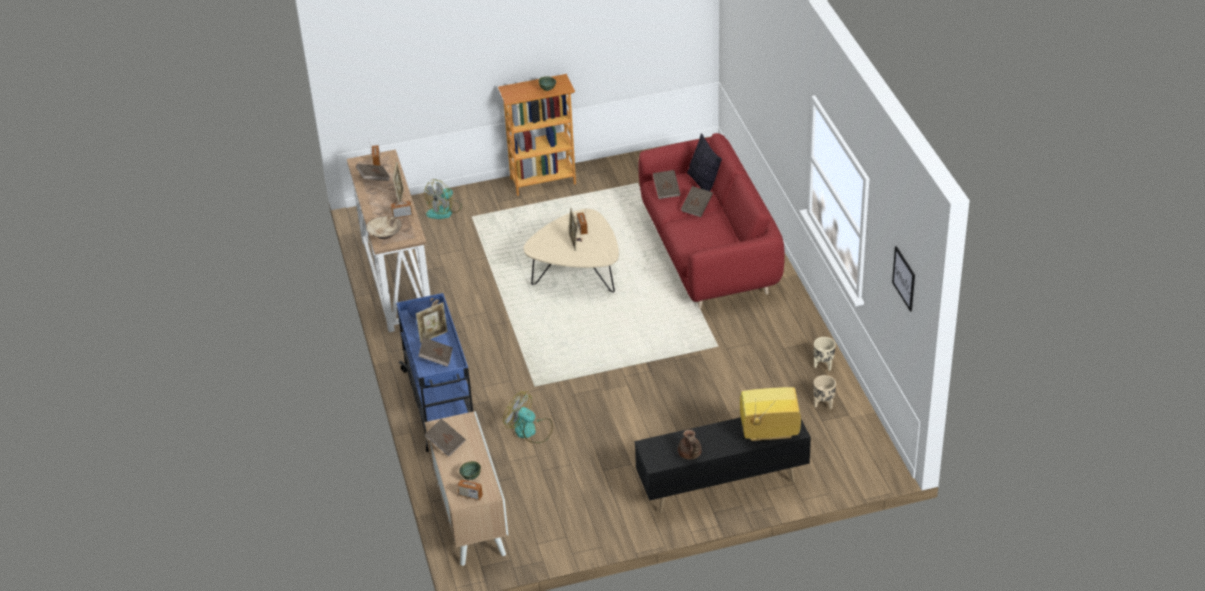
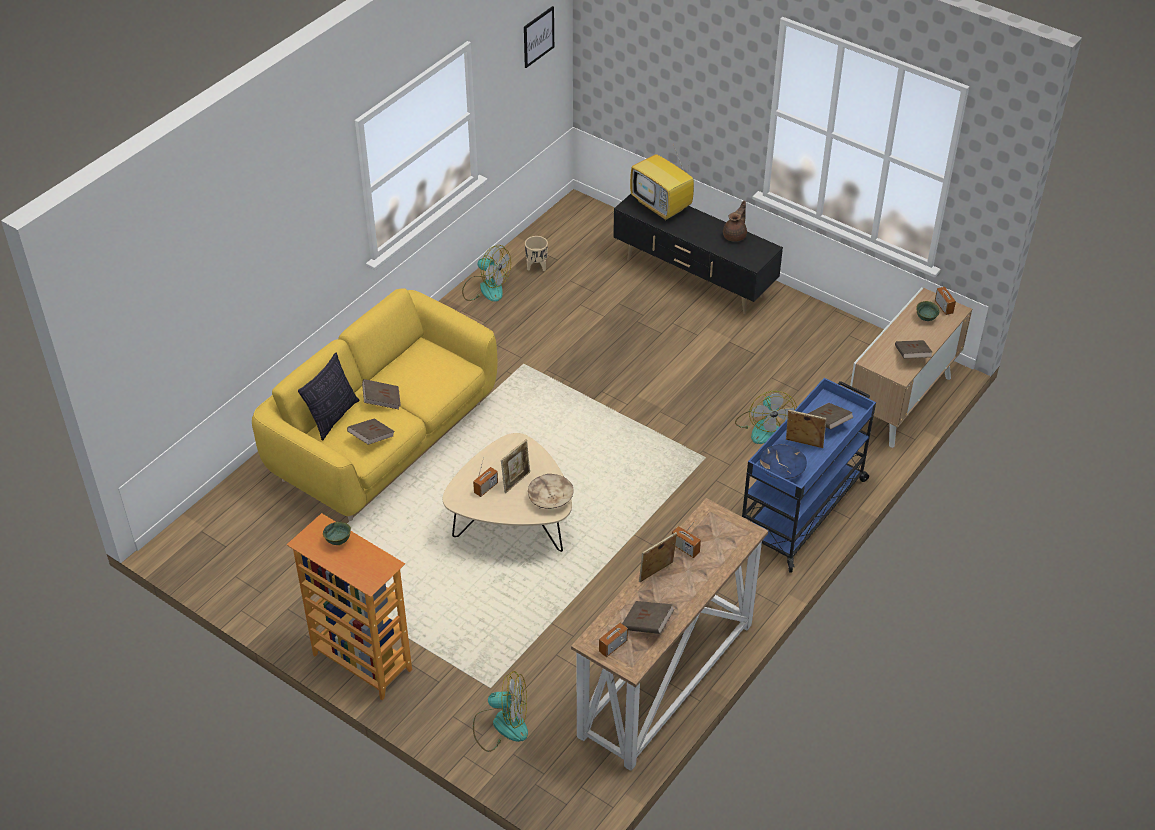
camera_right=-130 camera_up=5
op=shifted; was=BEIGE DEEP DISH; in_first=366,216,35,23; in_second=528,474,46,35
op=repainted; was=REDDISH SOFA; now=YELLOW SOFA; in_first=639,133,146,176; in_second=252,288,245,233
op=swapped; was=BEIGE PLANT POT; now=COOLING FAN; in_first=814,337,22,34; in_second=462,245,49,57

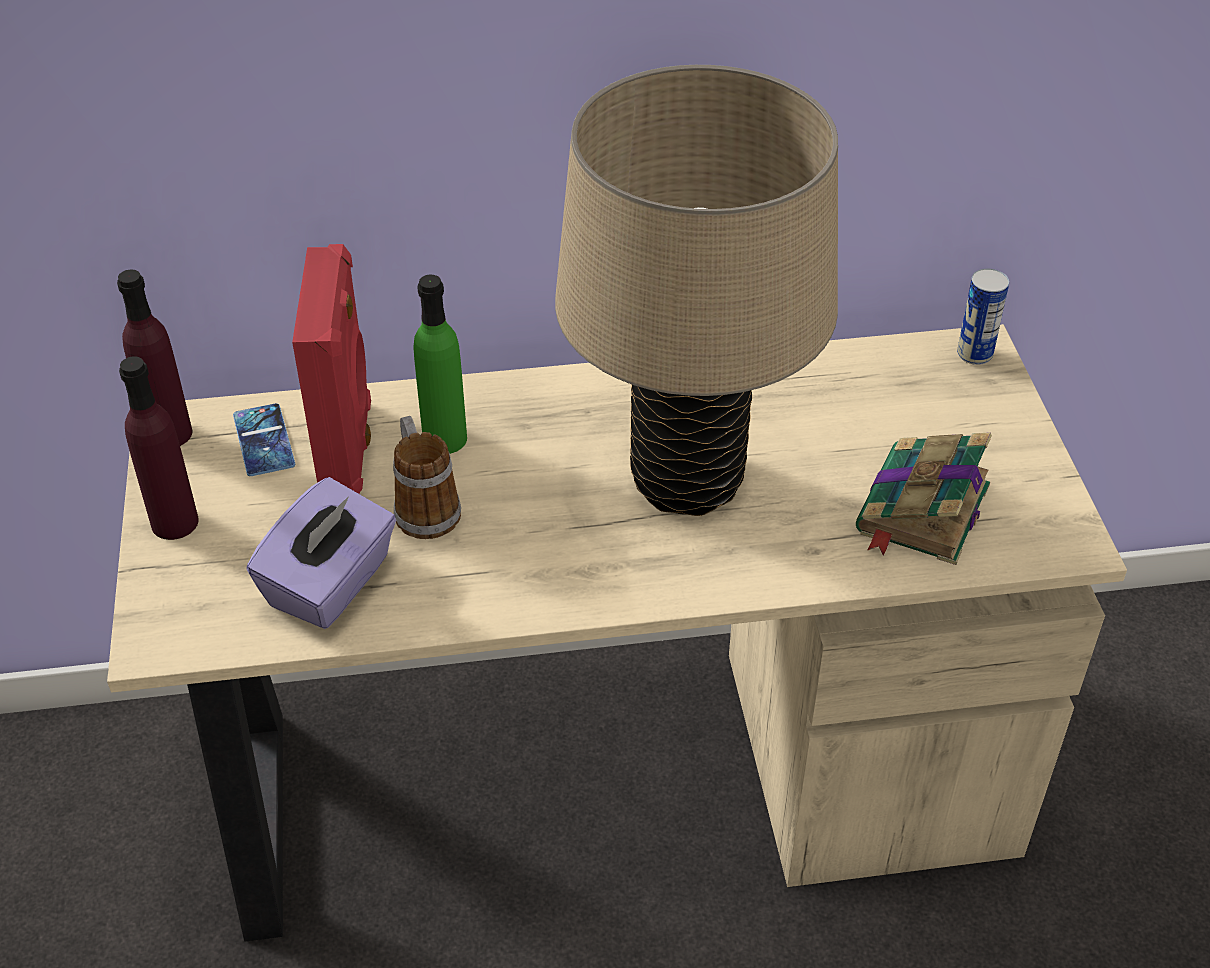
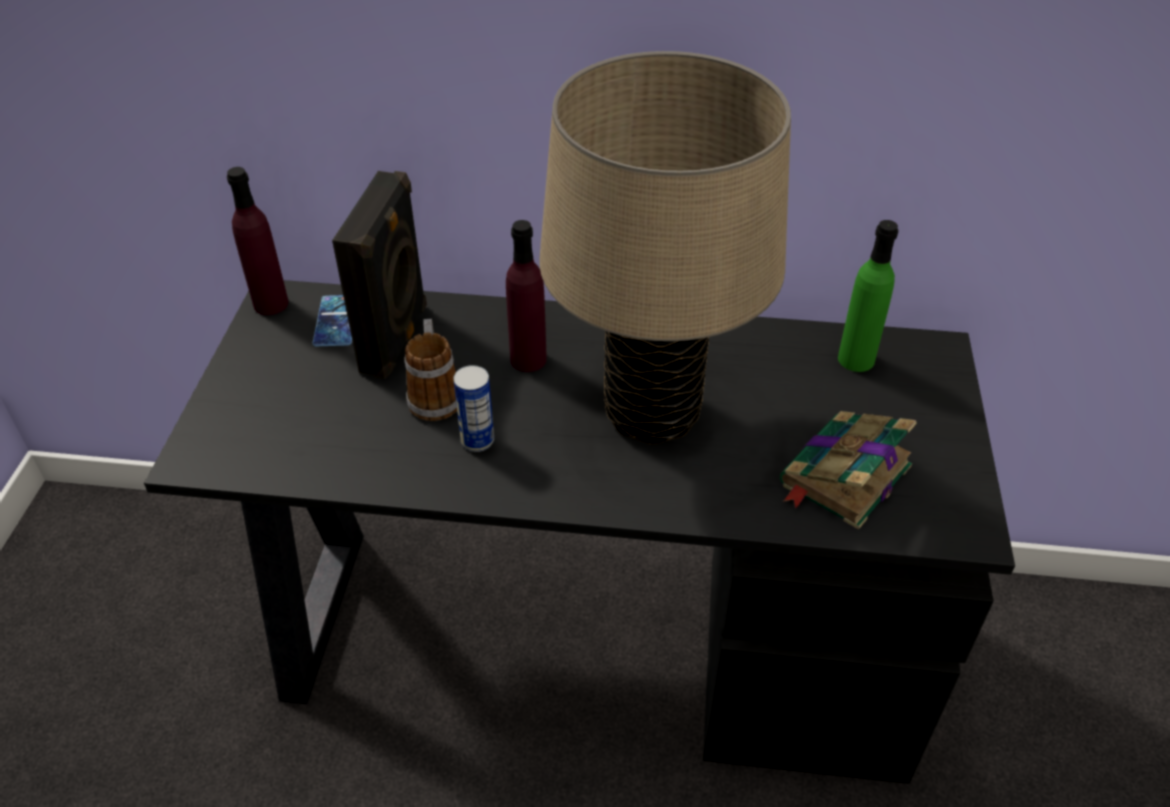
camera_right=15 camera_up=0
op=repainted; was=BEIGE DESK TABLE; now=BLACK-COLOURED DESK TABLE; in_first=107,324,1020,617; in_second=144,280,871,504
op=shifted; was=PURPLE-COLOURED DRINK BOTTLE; in_first=119,356,80,184; in_second=506,220,41,152
op=gone; was=PURPLE-COLOURED BOX OF TISSUES; in_first=246,477,150,152
op=repainted; was=REDDISH LOUDSPEAKER; now=BLACK-COLOURED LOUDSPEAKER; in_first=292,244,79,250; in_second=332,171,95,208
op=shifted; was=GREEN-COLOURED DRINK BOTTLE; in_first=413,274,54,180; in_second=838,220,61,152
op=shifted; was=SEALED CAN; in_first=957,269,52,96; in_second=453,365,41,87

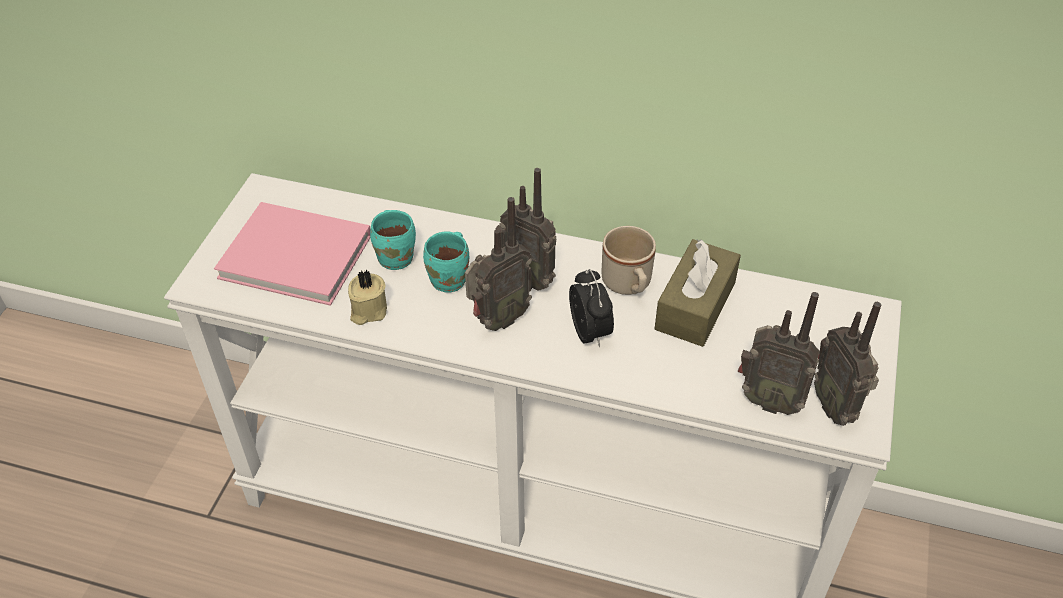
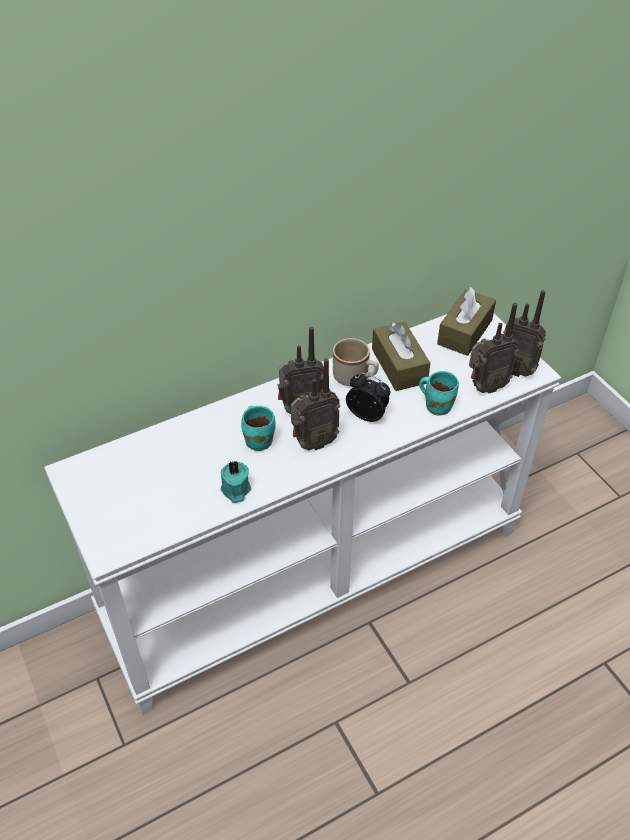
camera_right=-45 camera_up=0
op=gone; was=PINK BOOK; in_first=214,202,156,104
op=repainted; was=BEIGE WAX CANDLE; now=TURQUOISE WAX CANDLE; in_first=348,270,39,55; in_second=221,461,30,42
op=shifted; was=TURQUOISE COFFEE MUG; in_first=370,210,46,60; in_second=419,371,40,45
op=rotated; was=RADIO; in_first=465,197,67,134; in_second=291,358,49,92; clockwise=60
op=new; now=BROWNISH BOX OF TISSUES; in_second=437,287,59,69

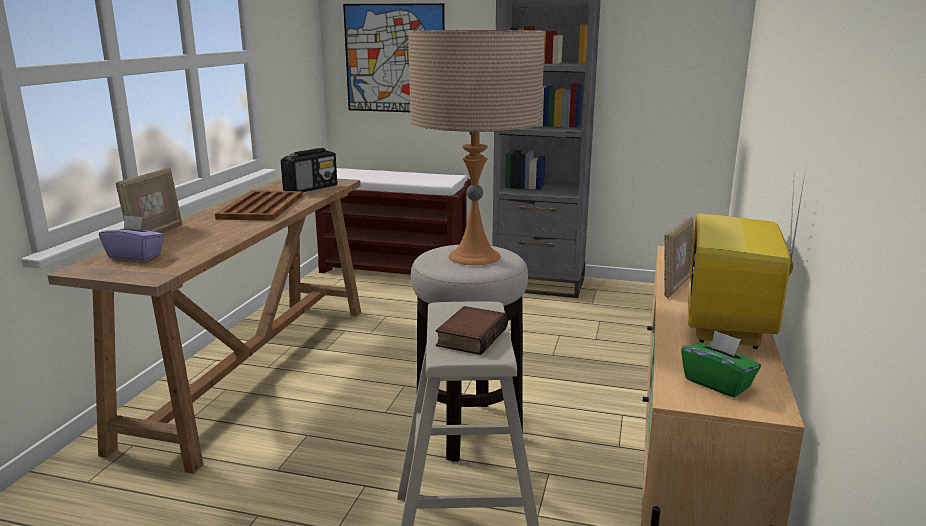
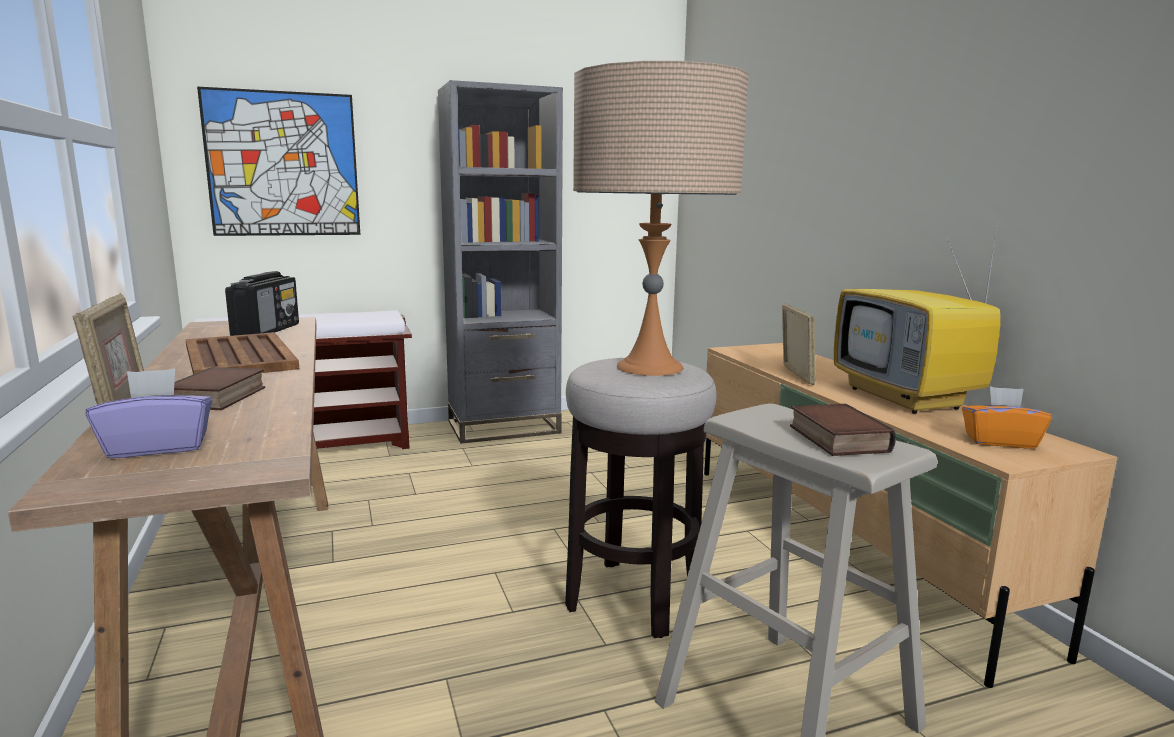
camera_right=-35 camera_up=-5
op=repainted; was=GREEN-COLOURED BOX OF TISSUES; now=ORANGE-COLOURED BOX OF TISSUES; in_first=681,330,80,68; in_second=962,386,90,62
op=new; now=BOOK; in_second=174,367,91,43

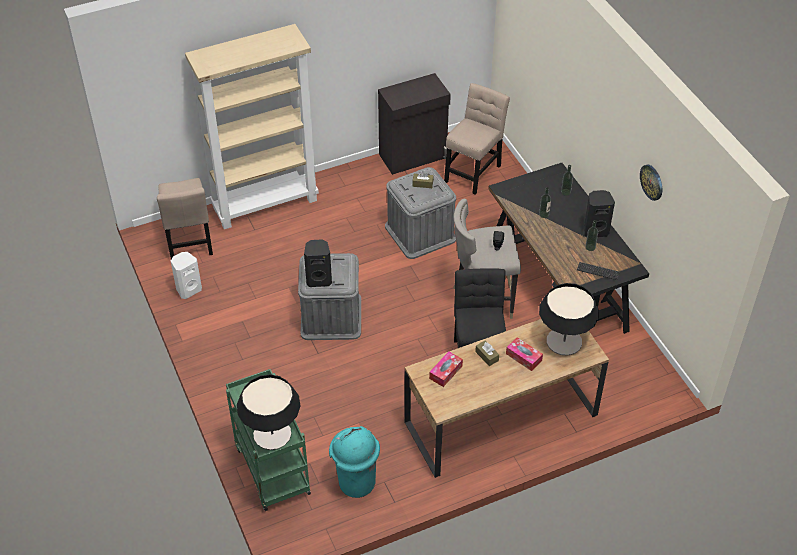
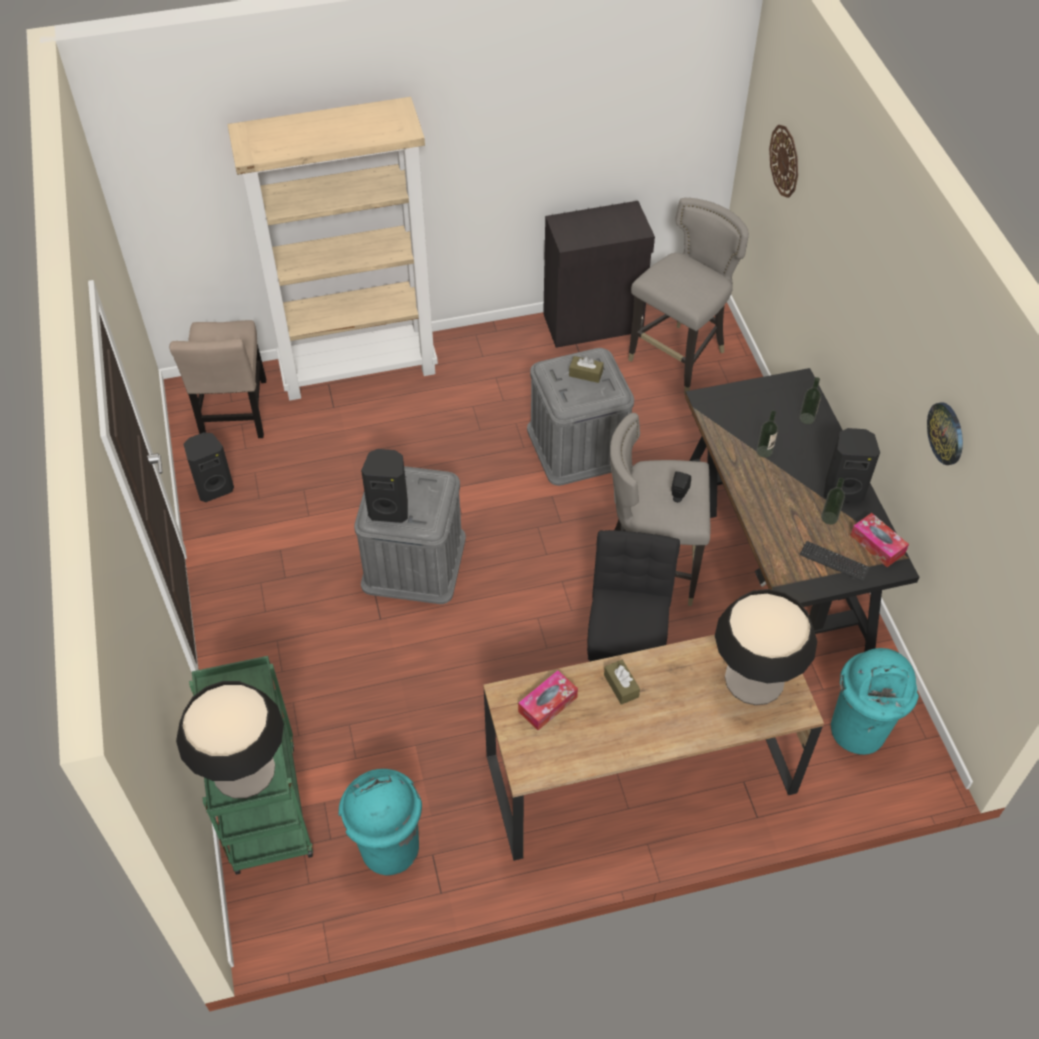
camera_right=10 camera_up=5
op=repainted; was=WHITE LOUDSPEAKER; now=BLACK-COLOURED LOUDSPEAKER; in_first=171,252,31,47; in_second=184,432,50,70
op=swapped; was=BEIGE CHAIR; now=GREYISH STOOL SEAT; in_first=444,83,66,111; in_second=628,198,121,196
op=shifted; was=BOX OF TISSUES; in_first=506,337,37,34; in_second=850,513,59,54
op=new; now=HANGING CLOCK; in_second=769,125,29,73
op=new; now=TURQUOISE TRASH CAN; in_second=831,648,88,107

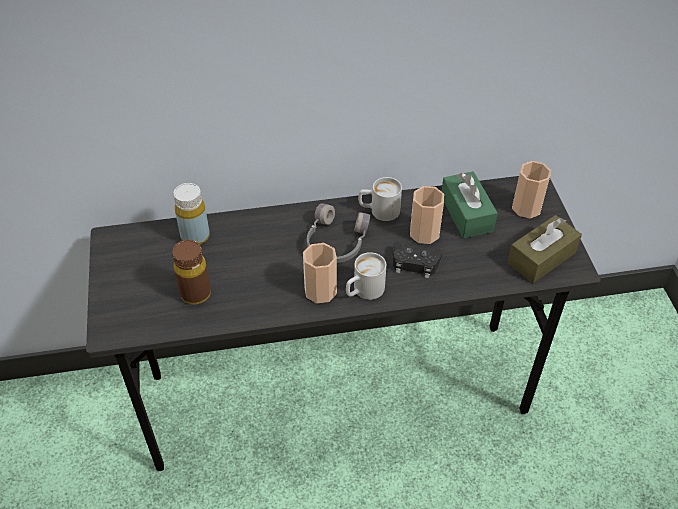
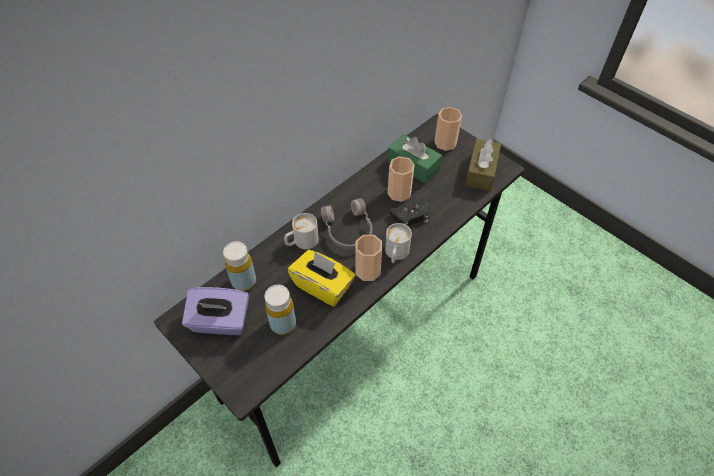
camera_right=-35 camera_up=5
op=repainted; was=BROWNISH DRINK BOTTLE; now=YELLOW DRINK BOTTLE; in_first=172,240,39,64; in_second=265,285,31,50
op=shifted; was=WHITE COFFEE MUG; in_first=358,177,44,44; in_second=284,213,35,36
op=new; now=PURPLE-COLOURED BOX OF TISSUES; in_second=182,287,67,48
op=new; now=YELLOW BOX OF TISSUES; in_second=288,250,67,57

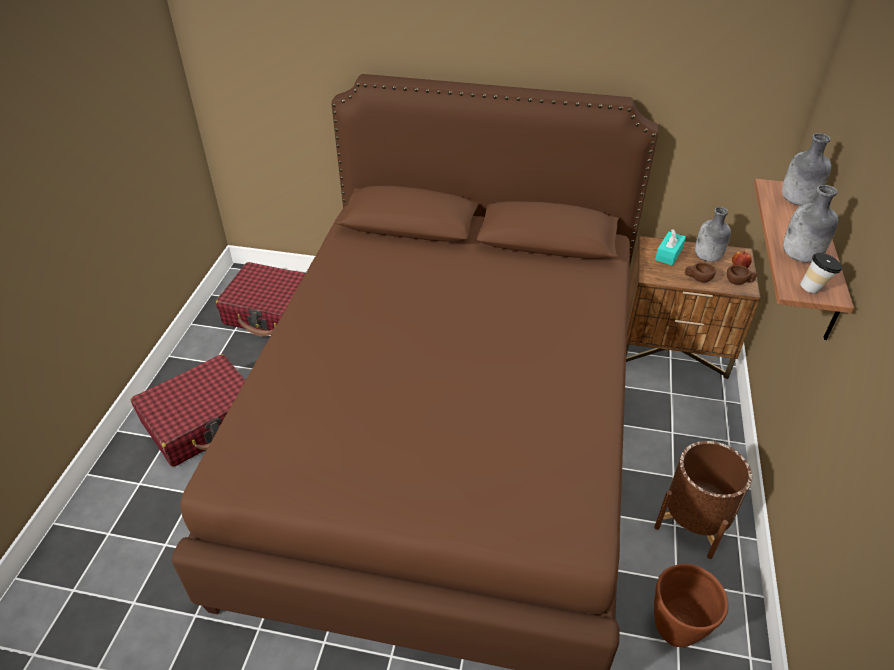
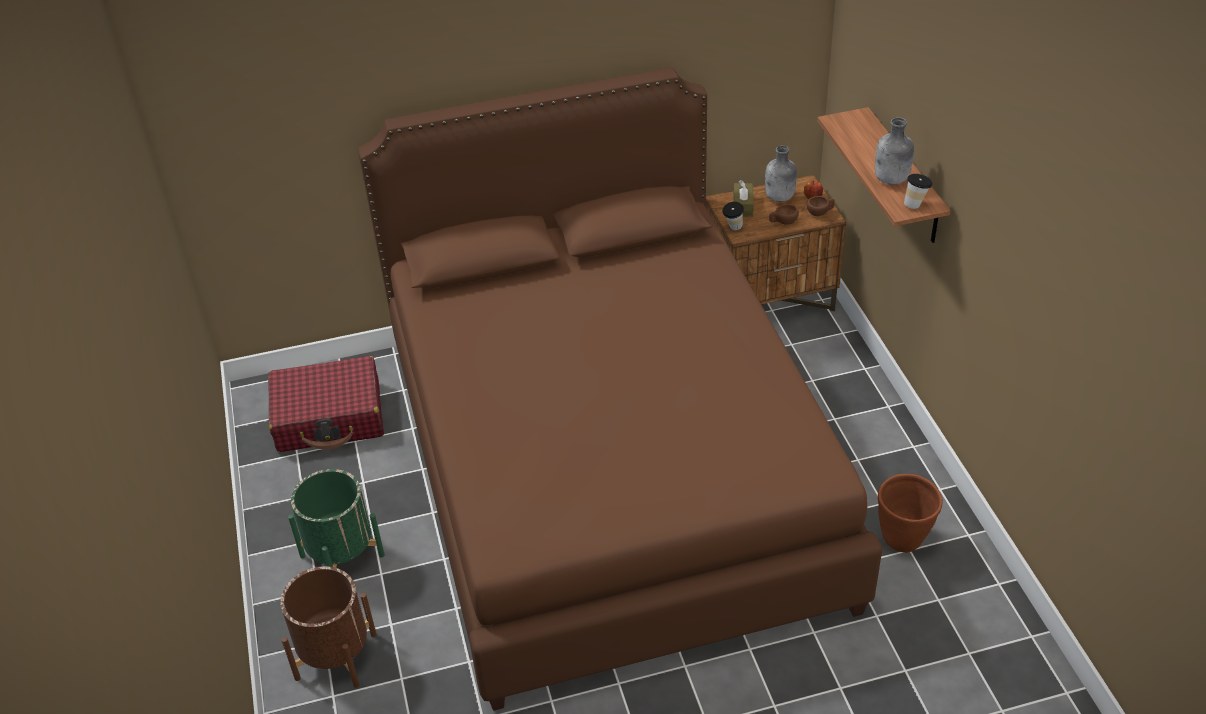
camera_right=-25 camera_up=0
op=swapped; was=REDDISH SUITCASE; now=GREEN-COLOURED PLANT POT; in_first=131,354,115,113; in_second=288,469,97,99
op=shifted; was=BROWNISH PLANT POT; in_first=654,441,98,118; in_second=280,566,97,122
op=repainted; was=TURQUOISE BOX OF TISSUES; now=BROWNISH BOX OF TISSUES; in_first=655,229,31,36; in_second=734,180,20,37
op=gone; was=GREYISH DRINK BOTTLE; in_first=782,133,50,72
op=new; now=DRINKING CUP; in_second=722,202,22,28

